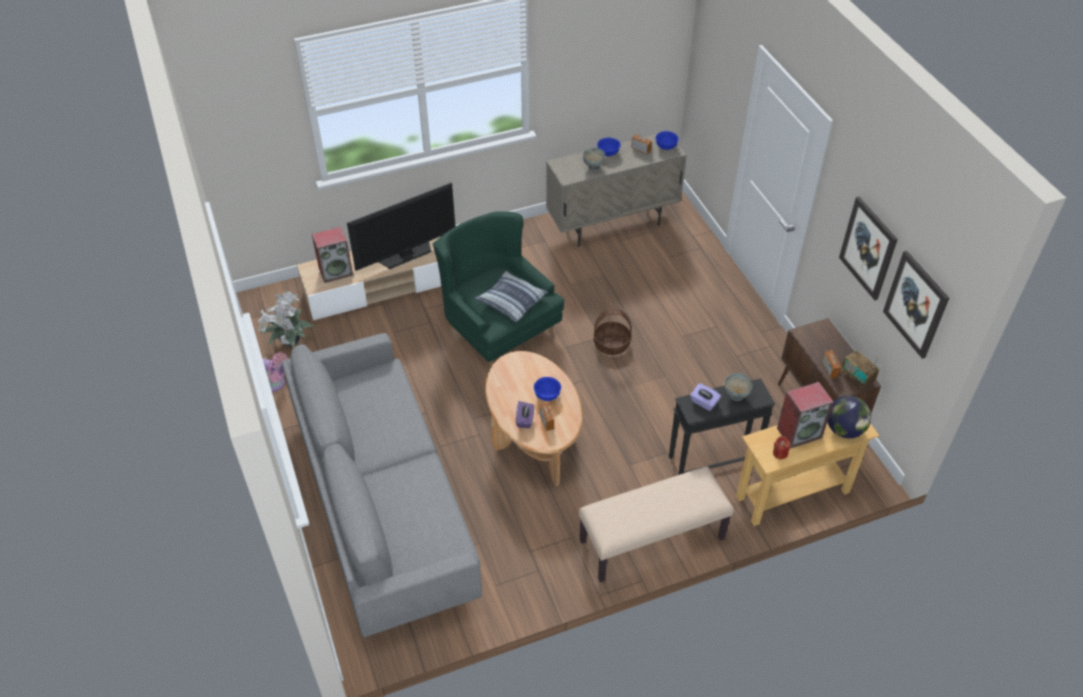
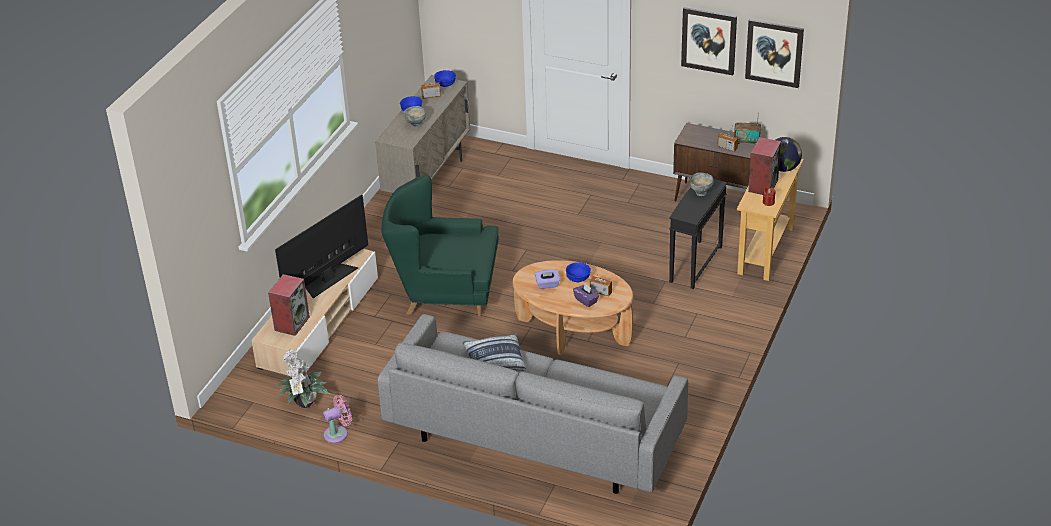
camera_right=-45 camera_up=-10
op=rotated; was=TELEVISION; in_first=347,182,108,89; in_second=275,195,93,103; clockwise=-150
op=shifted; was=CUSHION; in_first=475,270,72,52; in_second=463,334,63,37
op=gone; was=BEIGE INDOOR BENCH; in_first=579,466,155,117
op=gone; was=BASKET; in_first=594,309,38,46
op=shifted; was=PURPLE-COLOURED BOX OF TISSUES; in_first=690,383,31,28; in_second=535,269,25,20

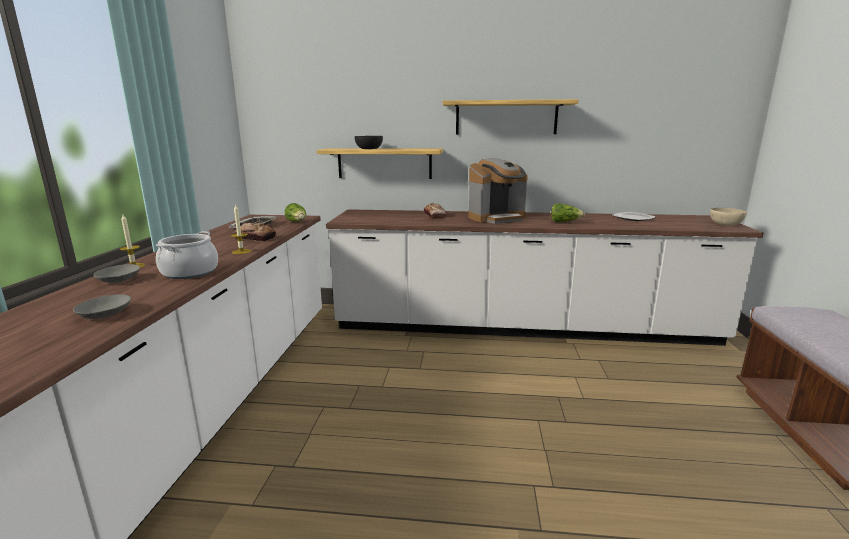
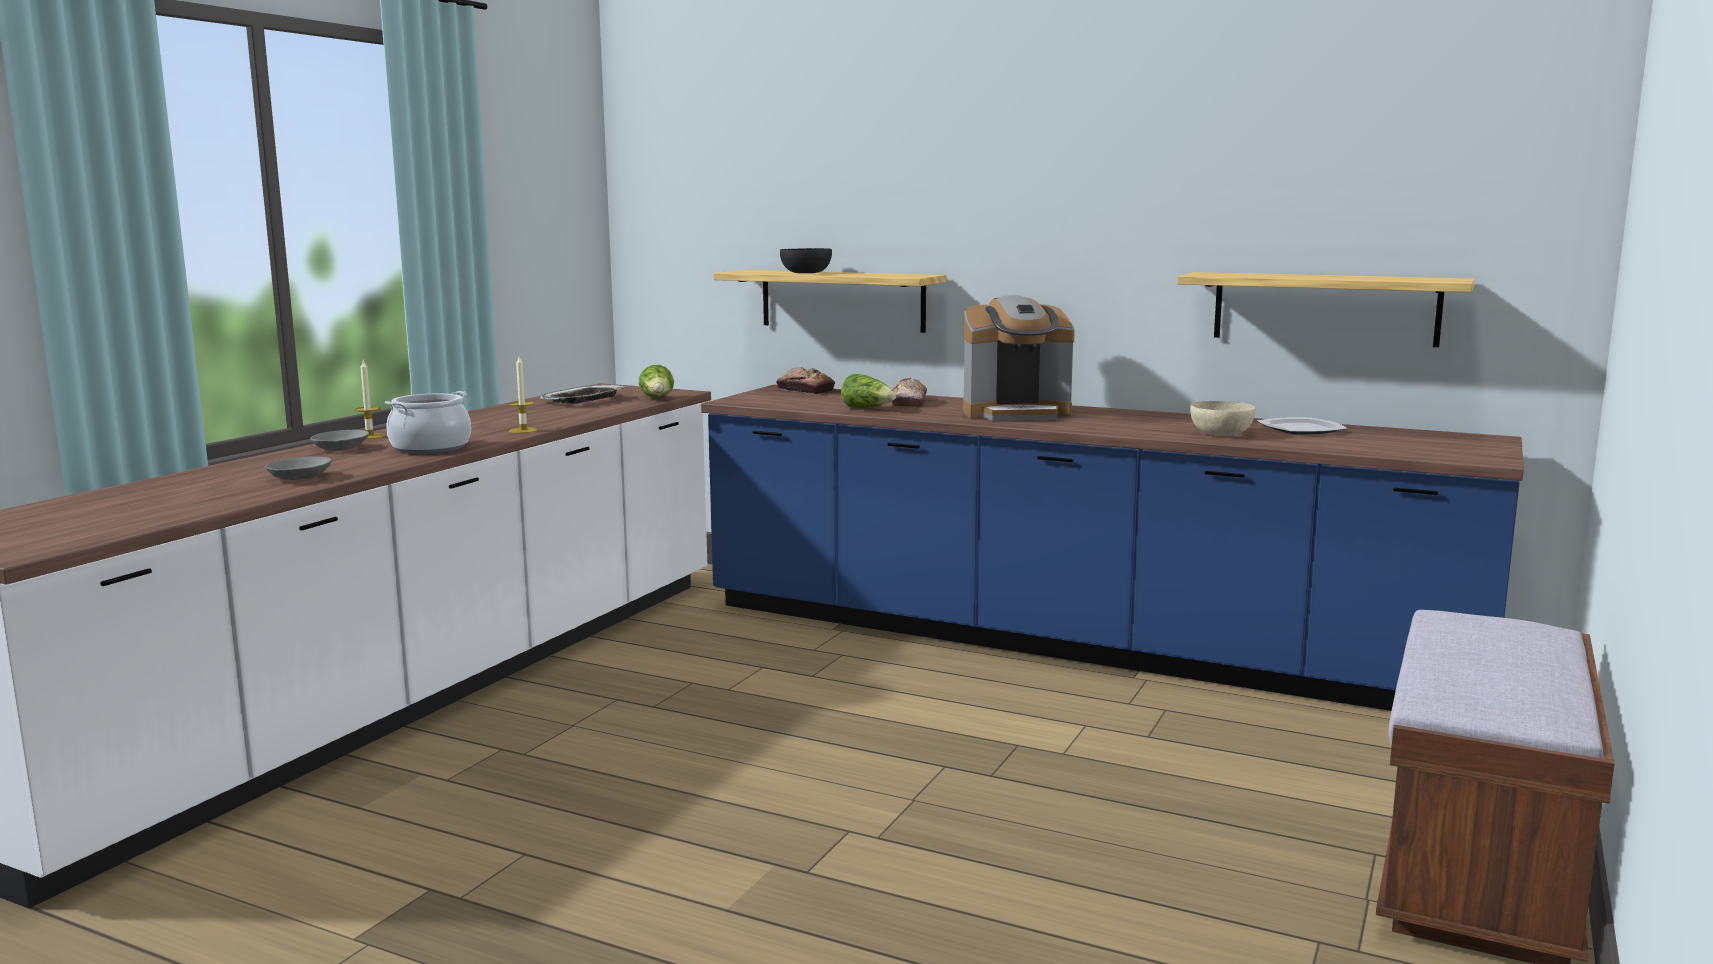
camera_right=20 camera_up=-5
op=shifted; was=BAKED BREAD; in_first=233,222,43,19; in_second=776,367,59,27
op=repainted; was=WHITE KITCHEN COUNTER; now=BLUE KITCHEN COUNTER; in_first=326,209,438,137; in_second=701,385,823,326
op=shifted; was=SHELF; in_first=442,99,136,35; in_second=1177,272,297,75
op=shifted; was=LETTUCE; in_first=551,203,34,19; in_second=841,374,55,34
op=shifted; was=BEIGE DEEP DISH; in_first=710,208,37,17; in_second=1190,401,65,35

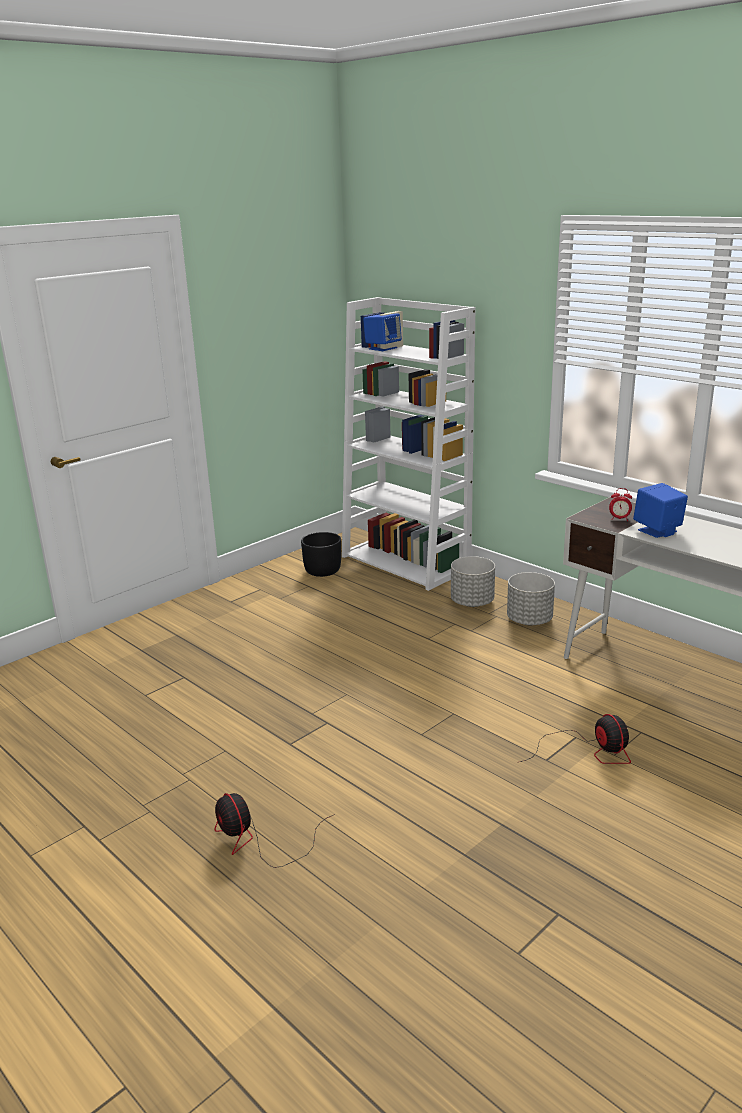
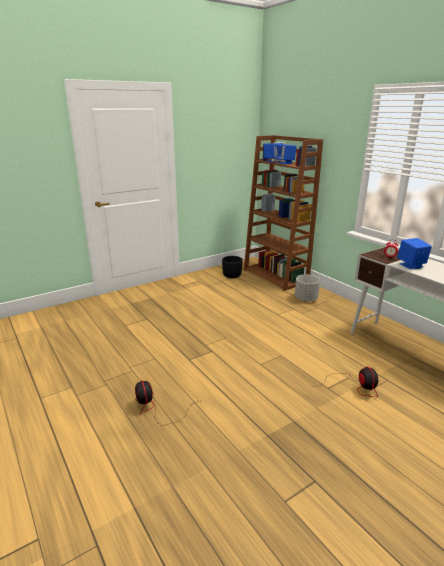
camera_right=10 camera_up=0
op=repainted; was=WHITE BOOKSHELF; now=BROWNISH BOOKSHELF; in_first=342,297,134,294; in_second=244,135,79,156
op=gone; was=GREYISH PLANT POT; in_first=507,572,48,53
op=new; now=BLUE LOUDSPEAKER; in_second=275,144,22,20

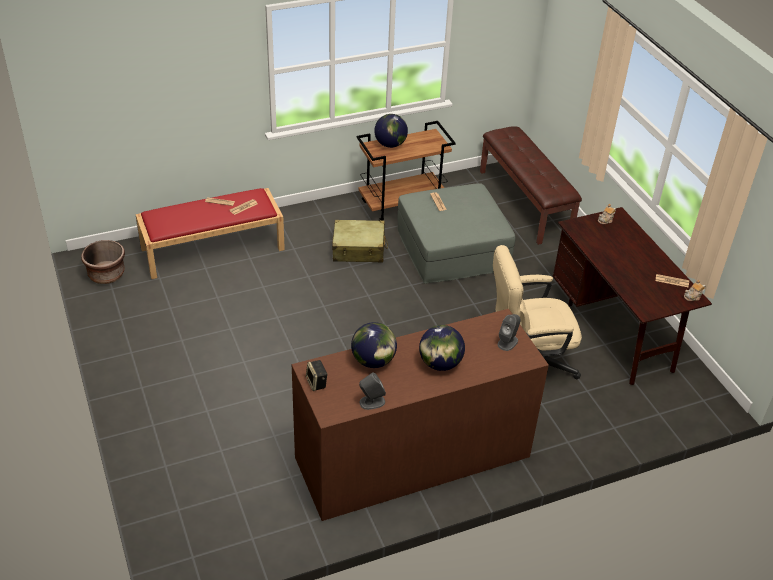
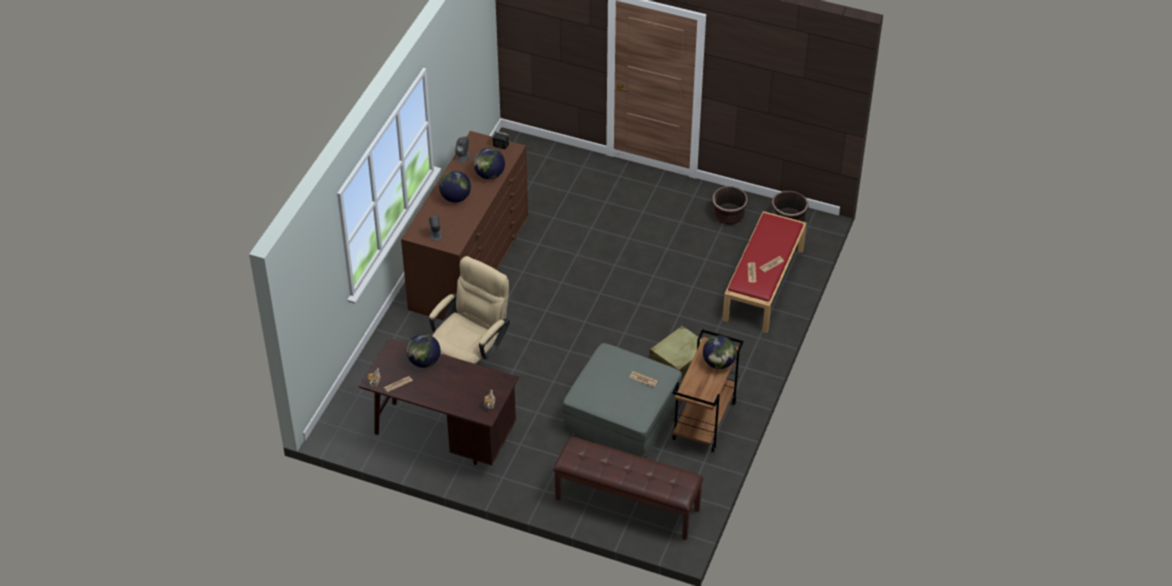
camera_right=135 camera_up=5
op=new; now=WORLD GLOBE; in_second=407,334,34,34
op=new; now=BROWNISH PLANT POT; in_second=712,186,36,39

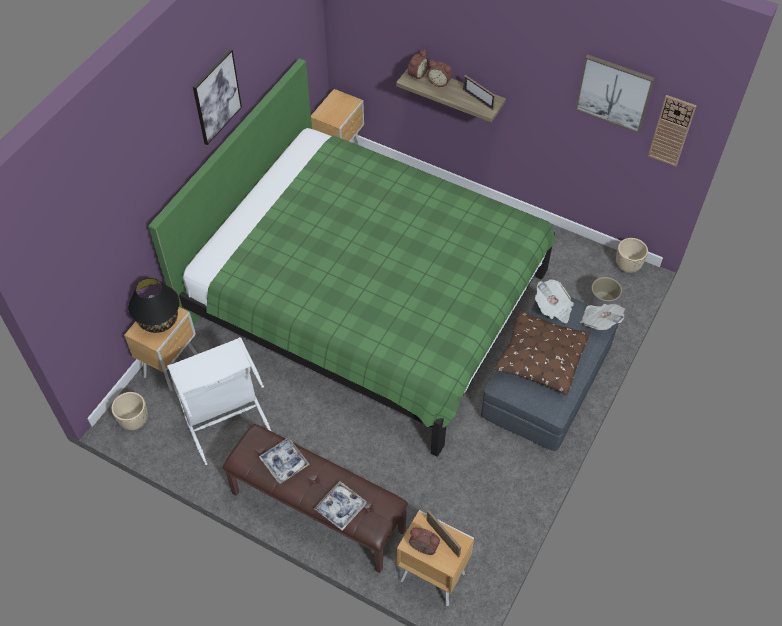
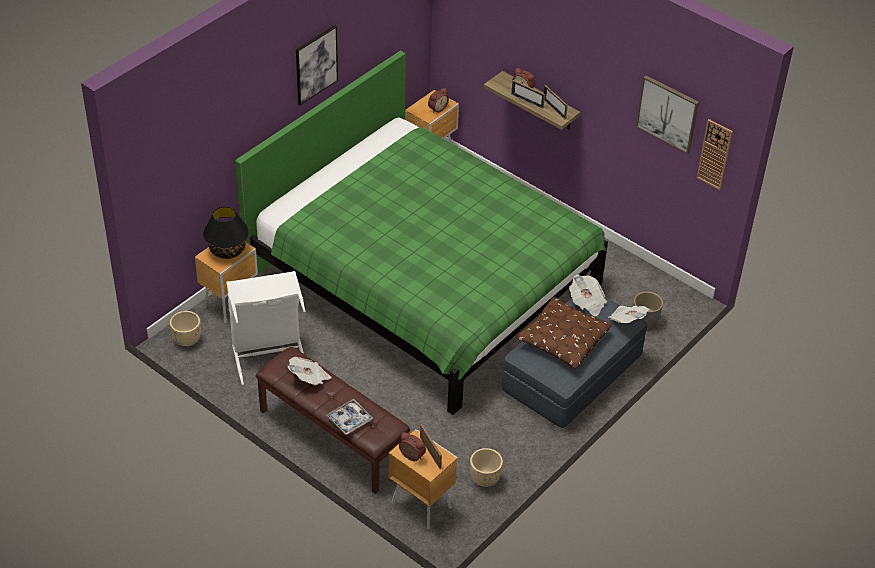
camera_right=10 camera_up=-10
op=swapped; was=SERVING TRAY; now=DAILY PAPER; in_first=259,437,51,47; in_second=288,357,43,28
op=shifted; was=TABLE CLOCK; in_first=408,50,21,31; in_second=428,88,21,25
op=shifted; was=BEIGE PLANT POT; in_first=616,238,32,35; in_second=470,448,33,39
op=new; now=STANDING FRAME; in_second=511,80,34,29

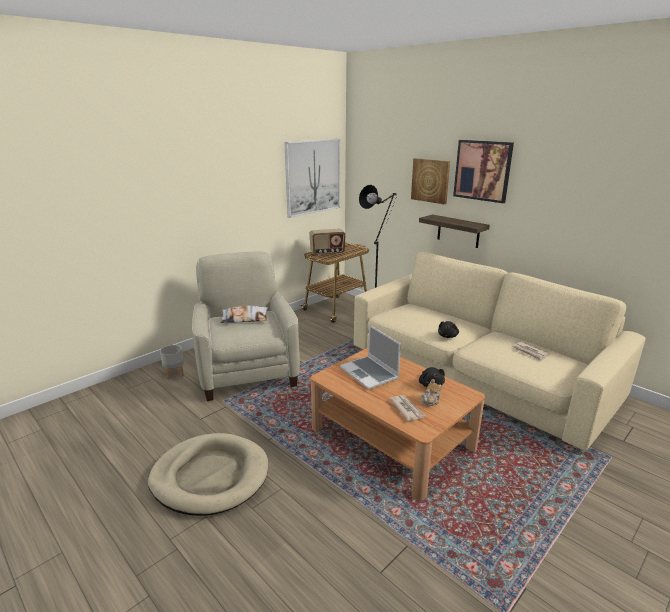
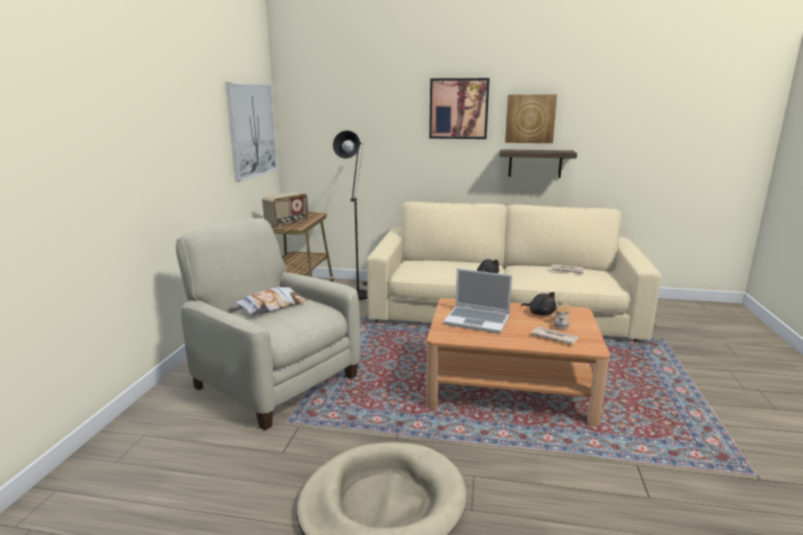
camera_right=-35 camera_up=-5
op=gone; was=GREYISH PLANT POT; in_first=160,345,24,35
op=shifted; was=WALL ART; in_first=411,158,39,46; in_second=505,94,52,49
op=shifted; was=SHELF; in_first=419,215,71,33; in_second=500,149,77,29

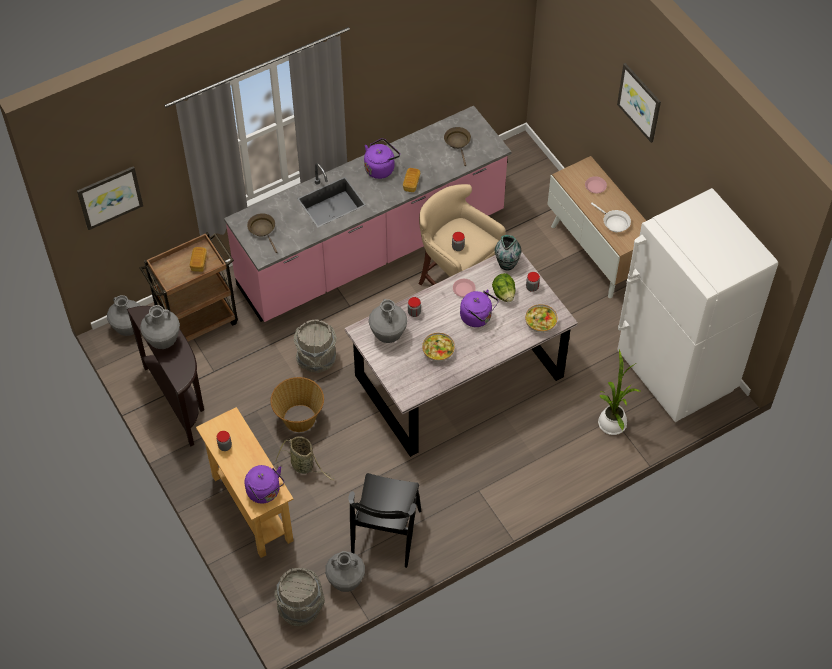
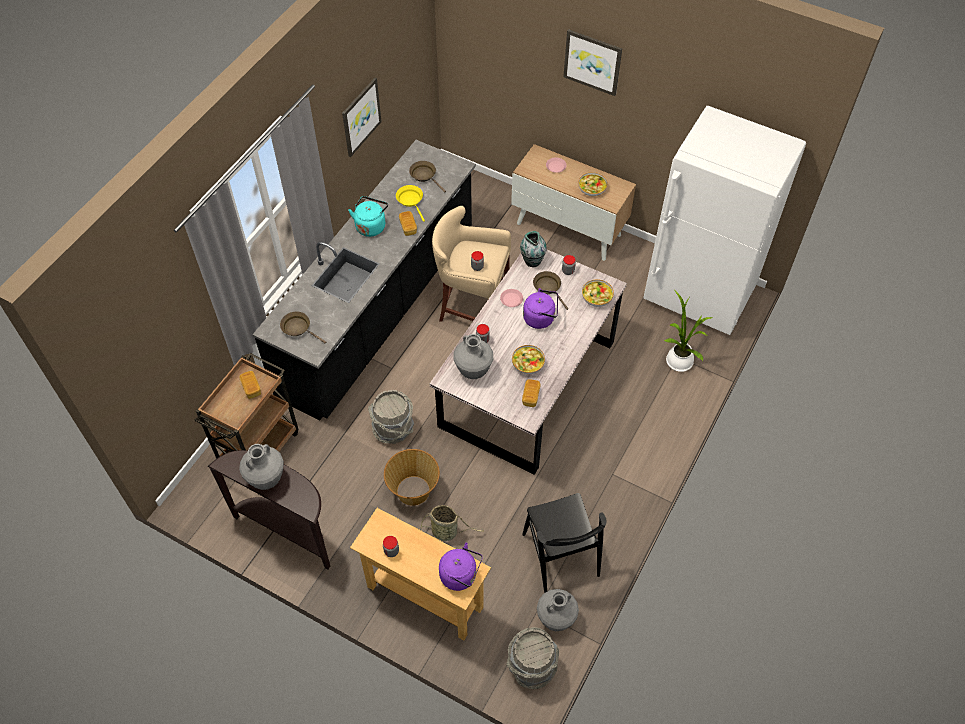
camera_right=-30 camera_up=0
op=shifted; was=WALL ART; in_first=77,166,66,64; in_second=342,78,40,79
op=gone; was=GREYISH DECORATIVE VASE; in_first=107,295,33,41
op=repainted; was=PINK KITCHEN COUNTER; now=BLACK-COLOURED KITCHEN COUNTER; in_first=224,106,288,216; in_second=253,140,223,281
op=repainted; was=PURPLE-COLOURED WATER KETTLE; now=TURQUOISE WATER KETTLE; in_first=364,138,36,41; in_second=348,196,40,41
op=swapped; was=LETTUCE; now=BROWNISH SKILLET; in_first=492,273,23,29; in_second=533,271,35,39
op=swapped; was=WHITE SKILLET; now=DEEP DISH; in_first=591,203,40,29; in_second=578,172,30,24
op=new; now=YELLOW SKILLET; in_second=396,185,29,37
op=new; now=BAKED BREAD; in_second=522,379,18,28

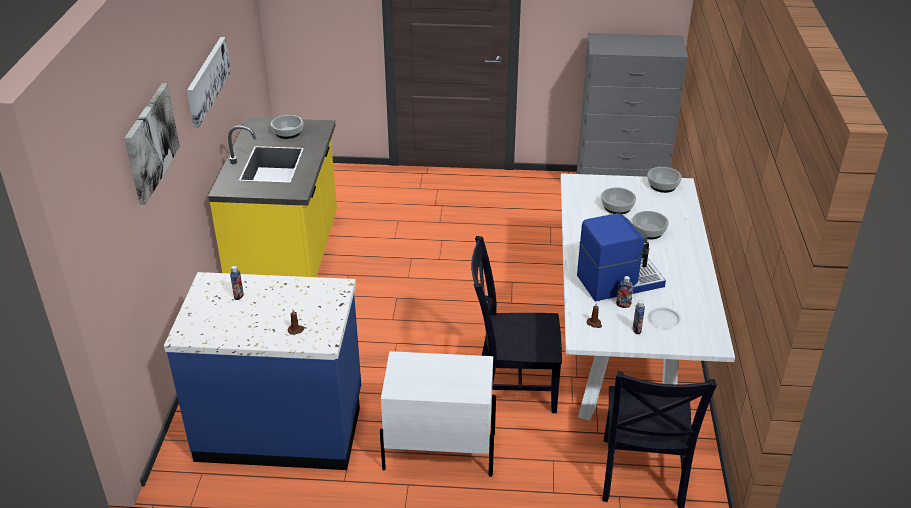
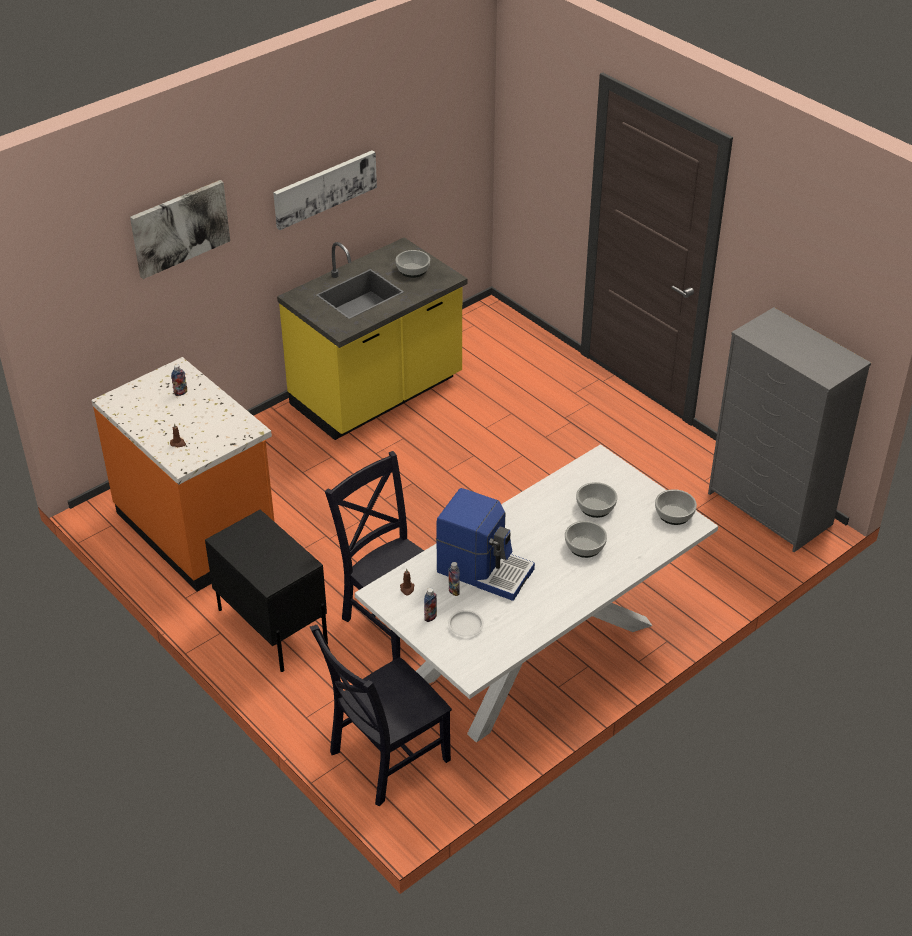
camera_right=45 camera_up=5
op=repainted; was=BLUE KITCHEN COUNTER; now=ORANGE-COLOURED KITCHEN COUNTER; in_first=164,272,197,198; in_second=91,357,184,235
op=repainted; was=WHITE NIGHTSTAND; now=BLACK-COLOURED NIGHTSTAND; in_first=380,351,116,126; in_second=205,509,123,163

